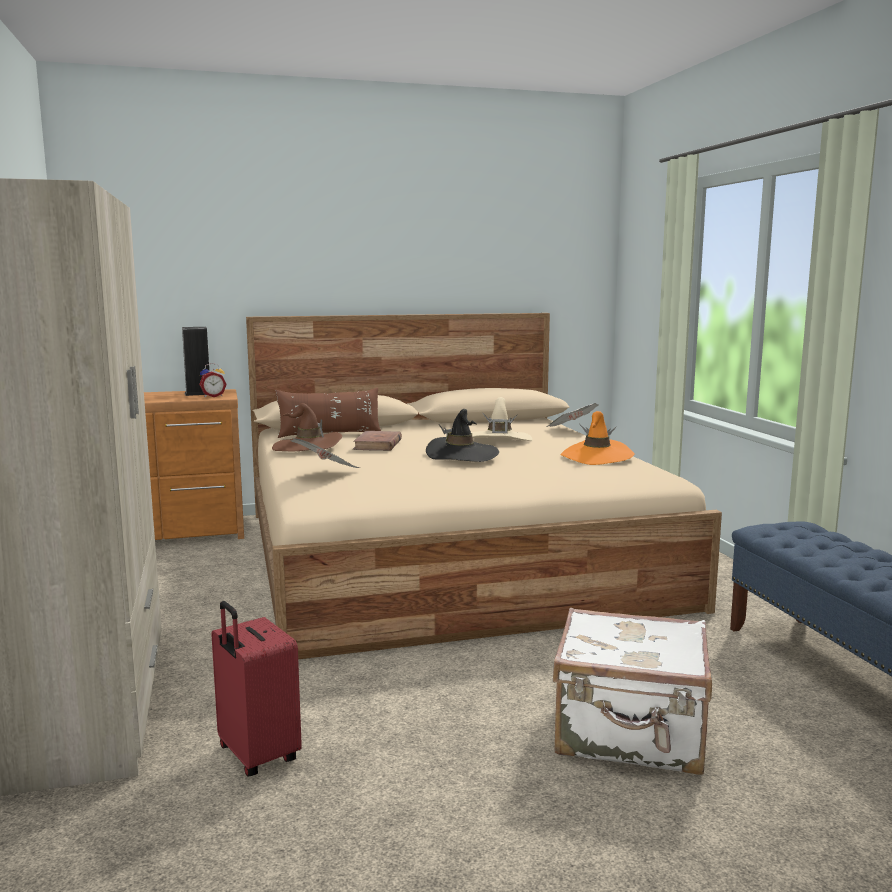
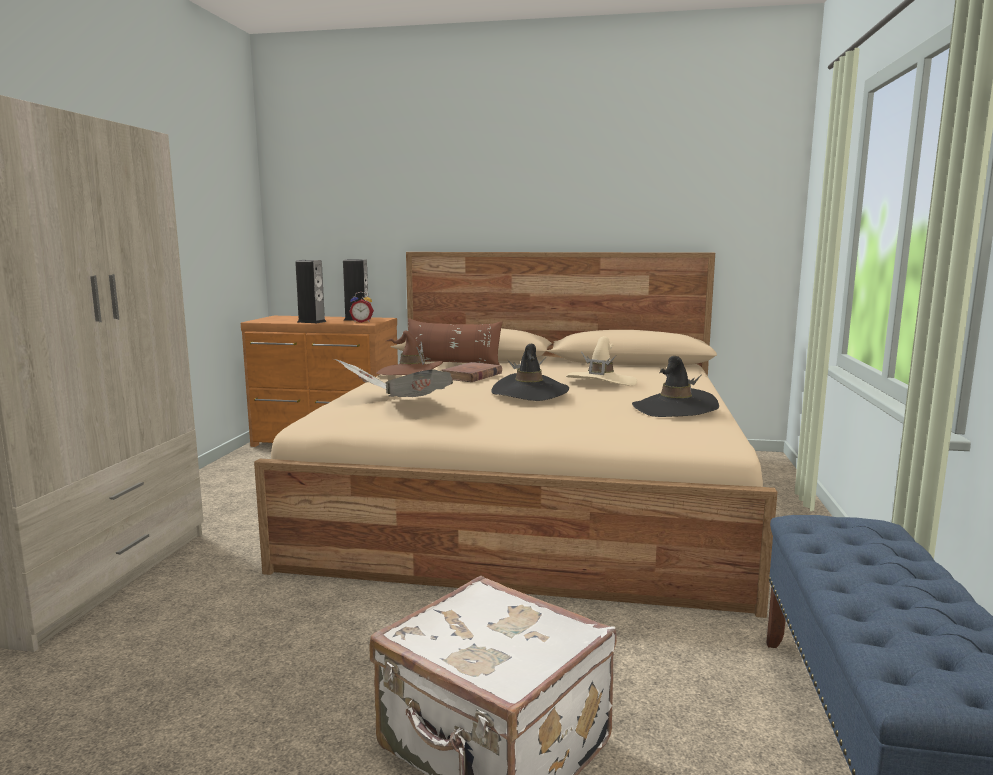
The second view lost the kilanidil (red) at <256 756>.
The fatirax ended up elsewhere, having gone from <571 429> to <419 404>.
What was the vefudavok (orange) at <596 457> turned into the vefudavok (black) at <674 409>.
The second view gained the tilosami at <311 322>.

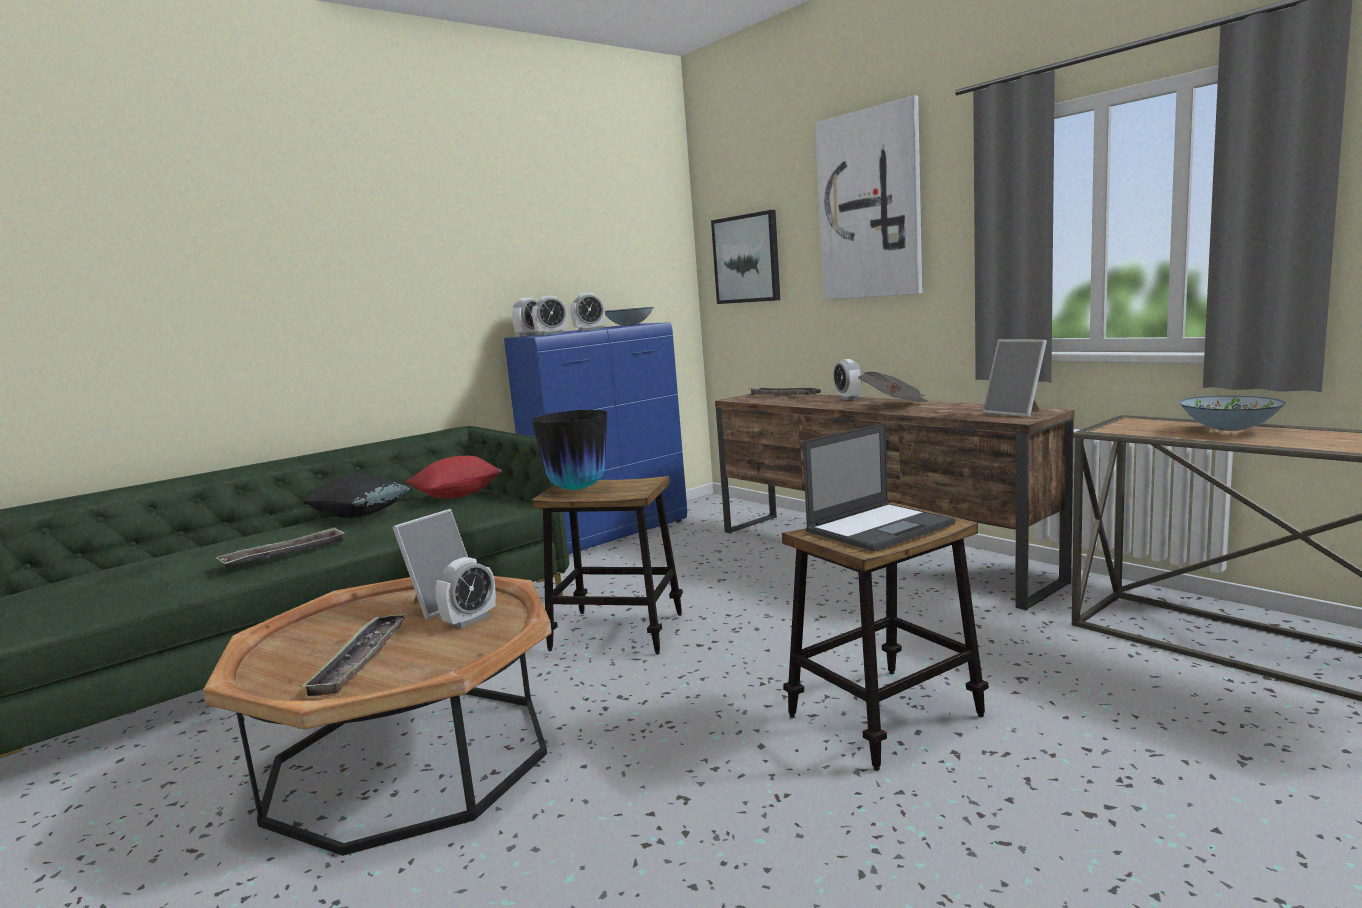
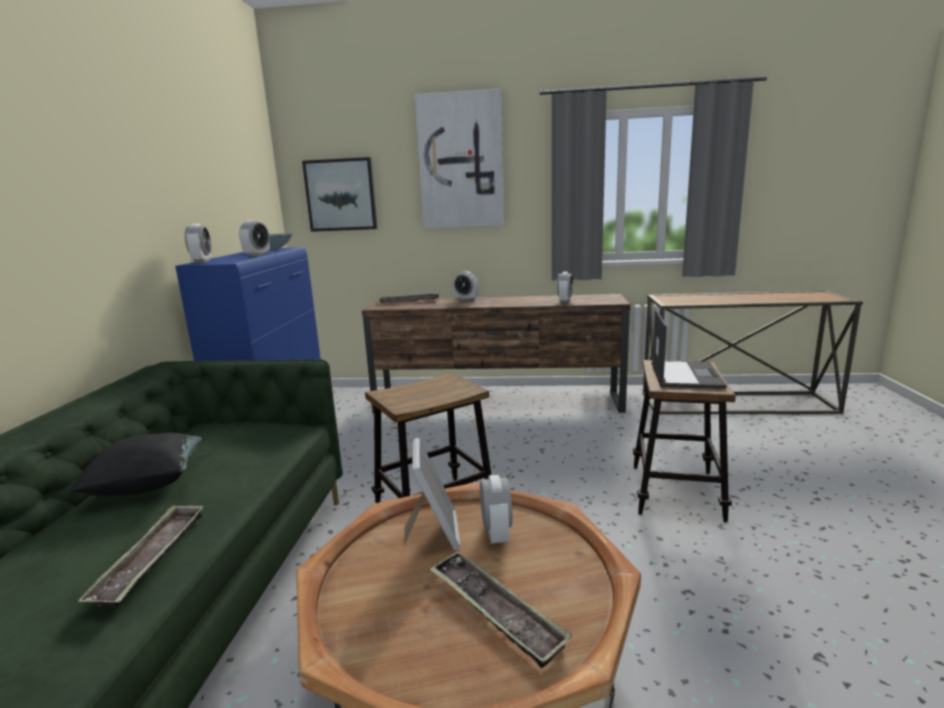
The second view lost the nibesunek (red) at <457 495>.
The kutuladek ended up elsewhere, having gone from <551 334> to <564 301>.
The second view lost the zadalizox at <577 489>.
The second view lost the fatirax at <895 406>.
The second view lost the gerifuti at <1016 412>.
The second view lost the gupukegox at <1229 428>.

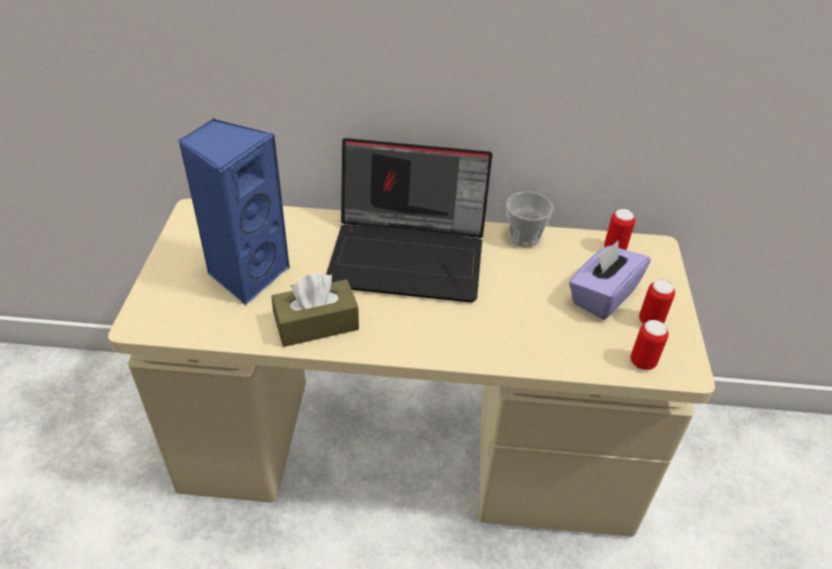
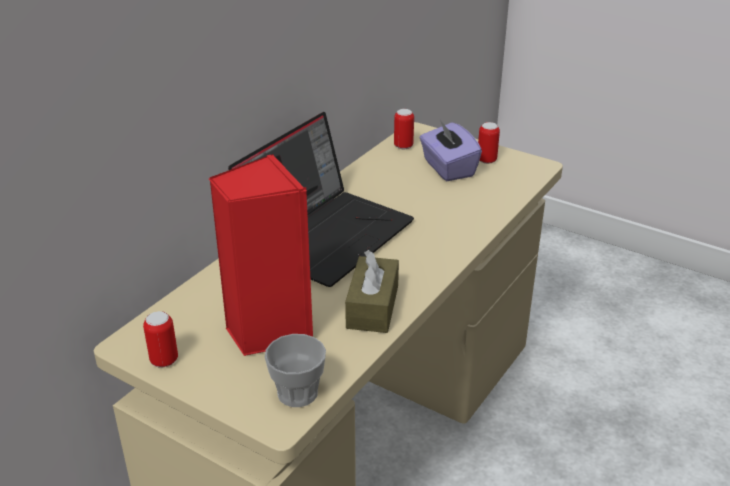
What was the tilosami (blue) at <246 274> turned into the tilosami (red) at <267 331>.
The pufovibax ended up elsewhere, having gone from <524 237> to <297 393>.
The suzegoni ended up elsewhere, having gone from <642 362> to <164 360>.

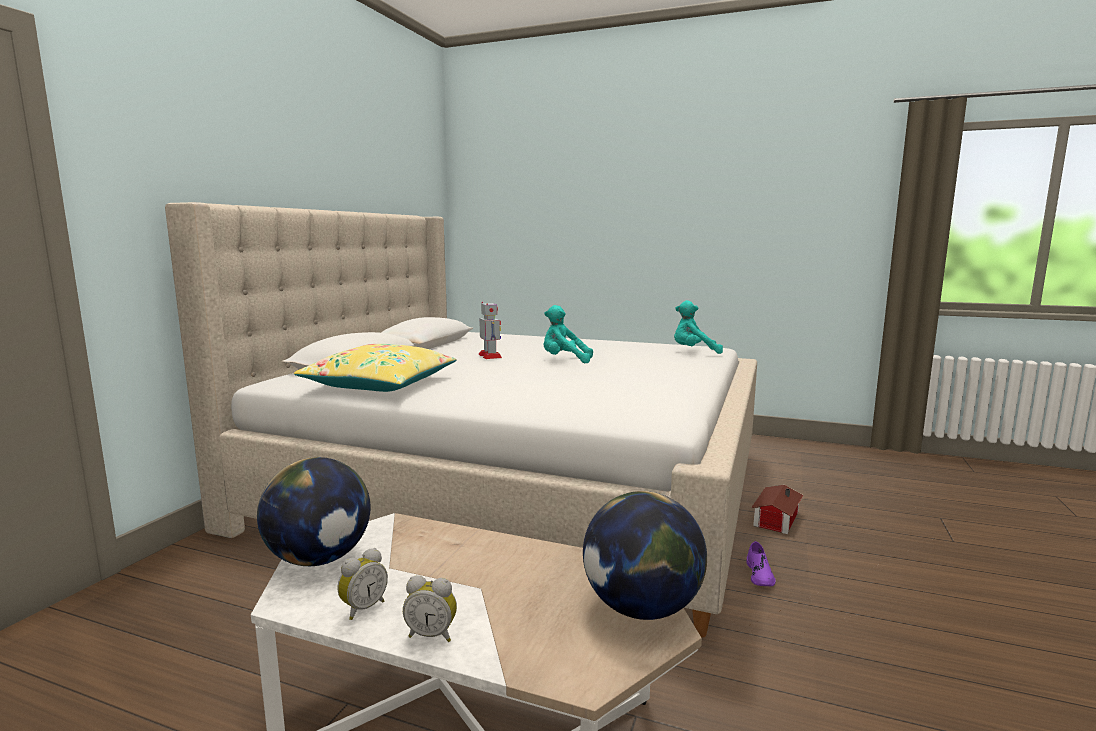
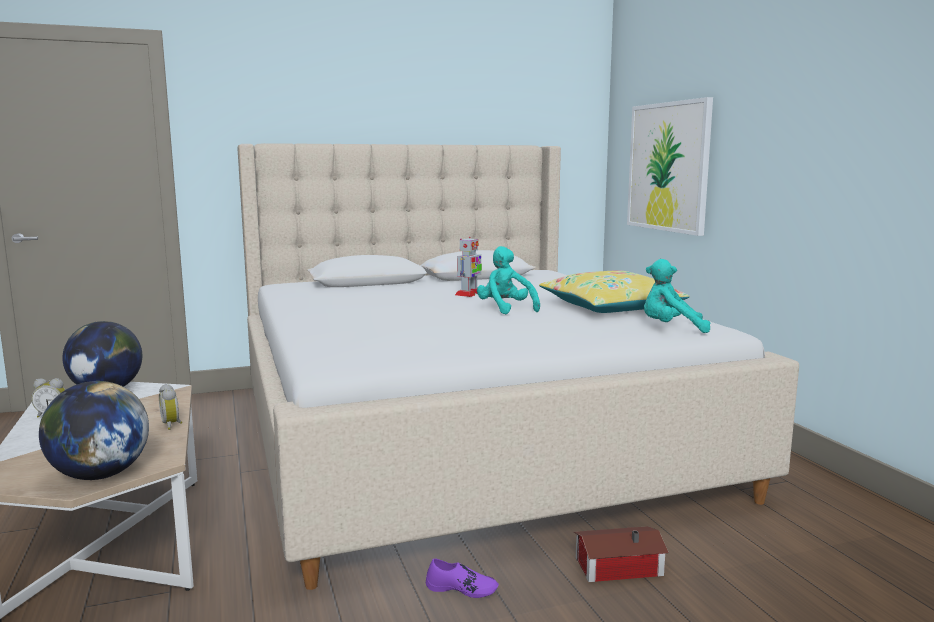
The nibesunek (yellow) ended up elsewhere, having gone from <381 384> to <611 307>.
The kutuladek ended up elsewhere, having gone from <432 634> to <172 425>.
The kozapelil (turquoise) at <694 352> ended up facing another way, 45 degrees counterclockwise from before.
The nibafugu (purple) at <759 575> ended up facing another way, 135 degrees counterclockwise from before.
The second view gained the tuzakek at <668 167>.

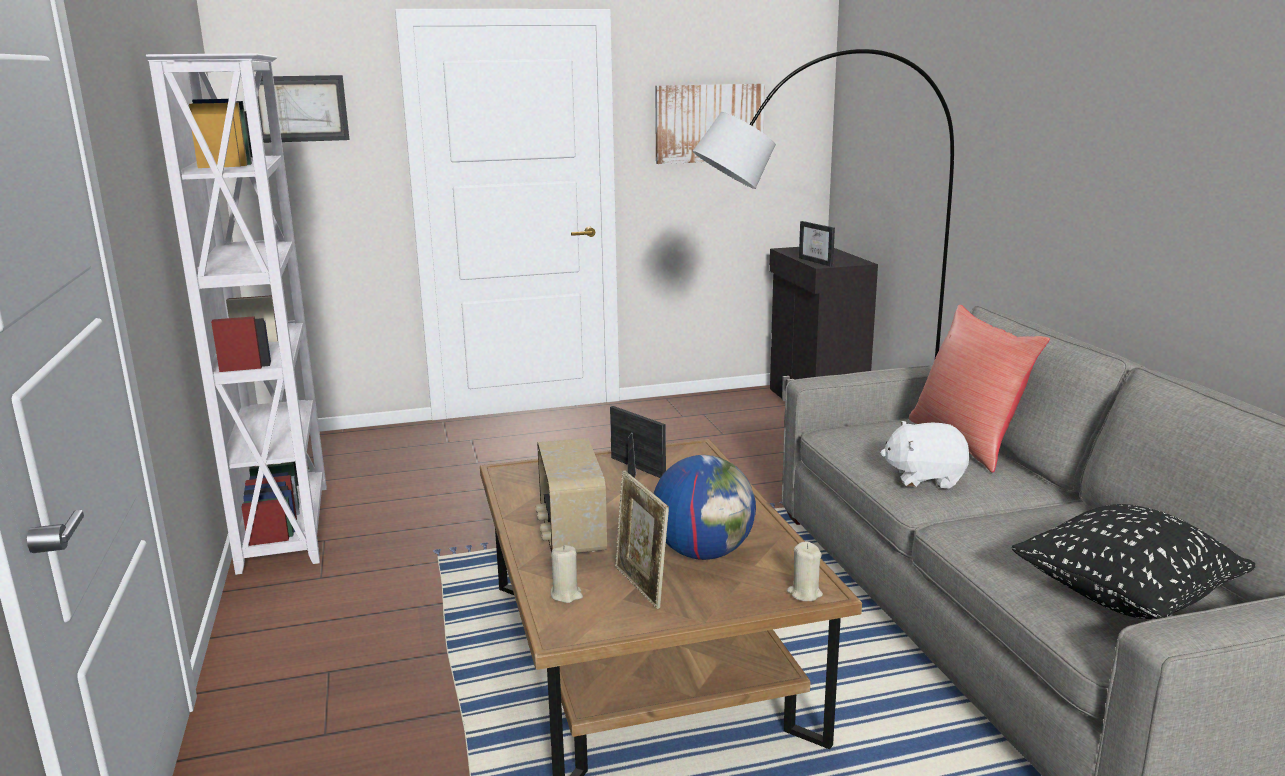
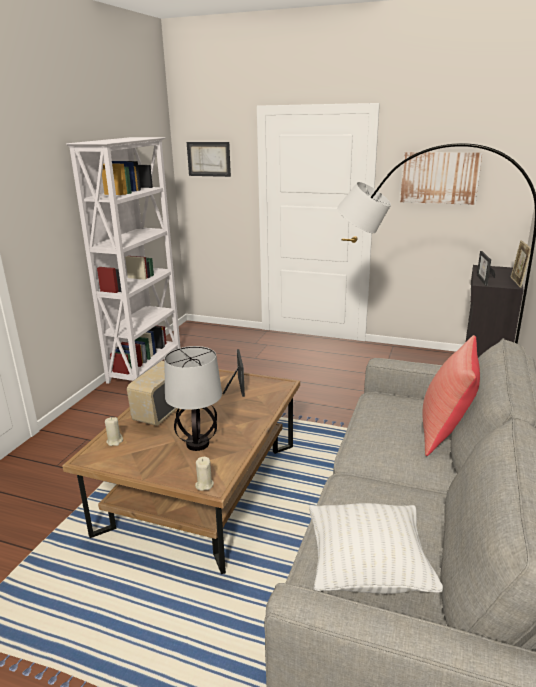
The gerifuti ended up elsewhere, having gone from <641 587> to <517 282>.
Where the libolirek stood at <703 553>, the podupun came to stand at <197 444>.
The second view lost the kozapelil (white) at <924 478>.
What was the nibesunek (black) at <1124 598> turned into the nibesunek (white) at <367 569>.

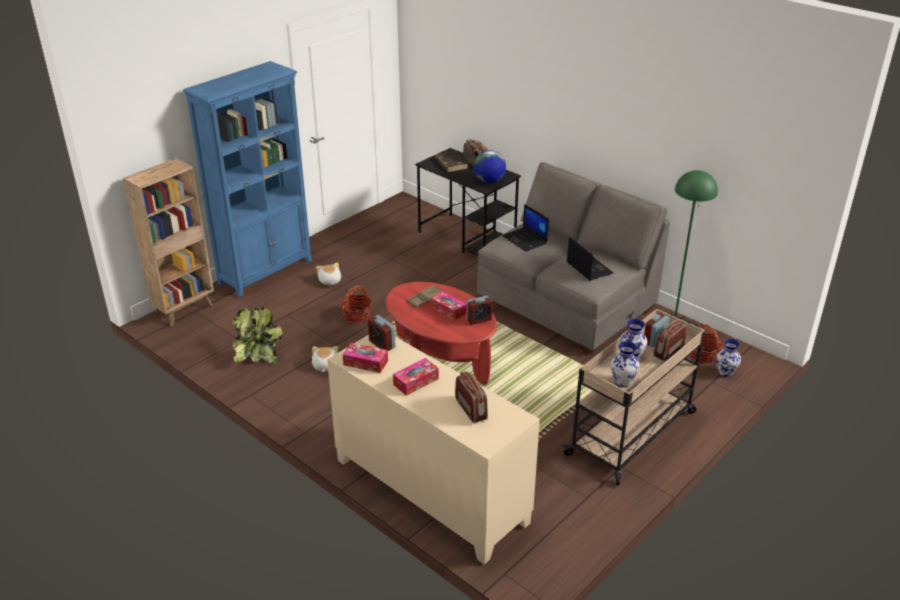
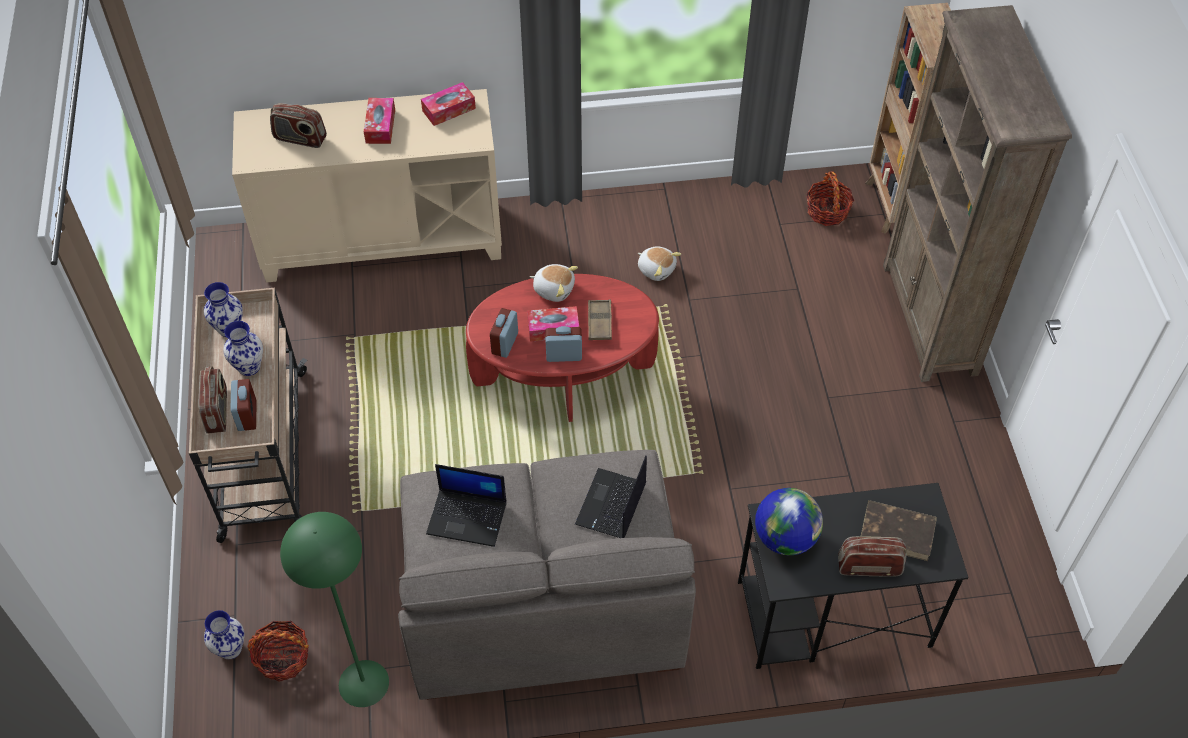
What was the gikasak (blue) at <266 271> turned into the gikasak (brown) at <929 320>.
The second view lost the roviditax at <257 353>.
The kozapelil ended up elsewhere, having gone from <329 281> to <554 289>.
The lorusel ended up elsewhere, having gone from <357 315> to <827 211>.
The kutuladek ended up elsewhere, having gone from <382 344> to <564 355>.
The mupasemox at <525 240> ended up facing another way, 75 degrees counterclockwise from before.

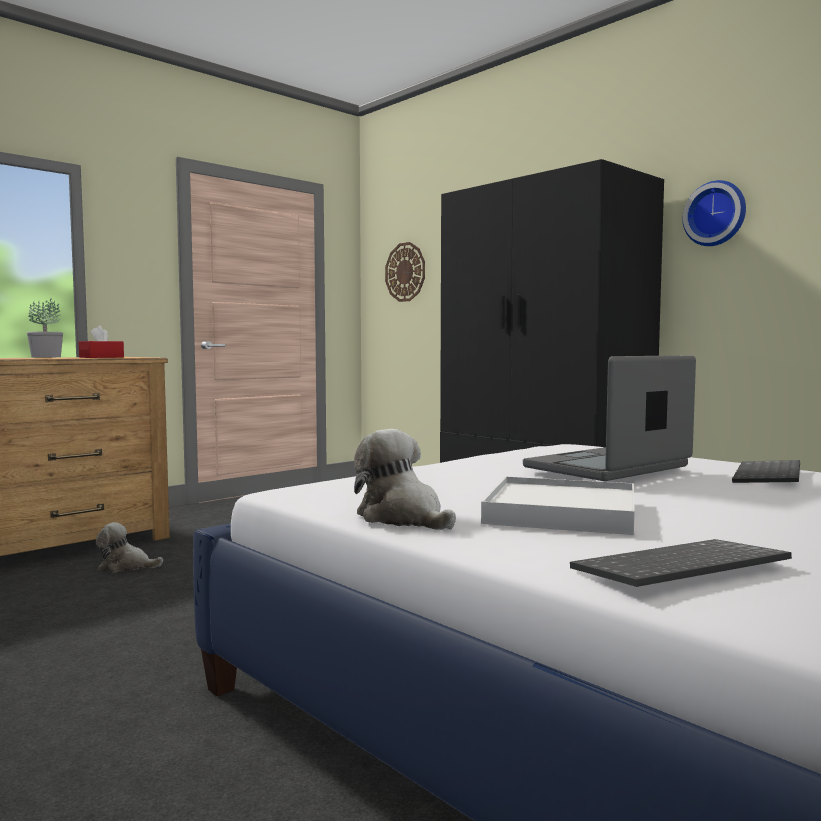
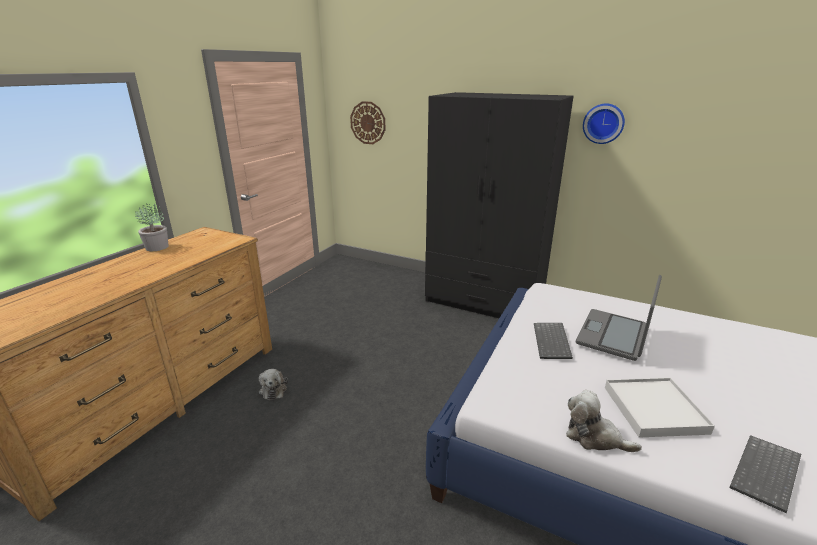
The second view lost the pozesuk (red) at <101 357>.
The kozapelil at <126 566> ended up facing another way, 90 degrees counterclockwise from before.
The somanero ended up elsewhere, having gone from <770 476> to <552 342>.

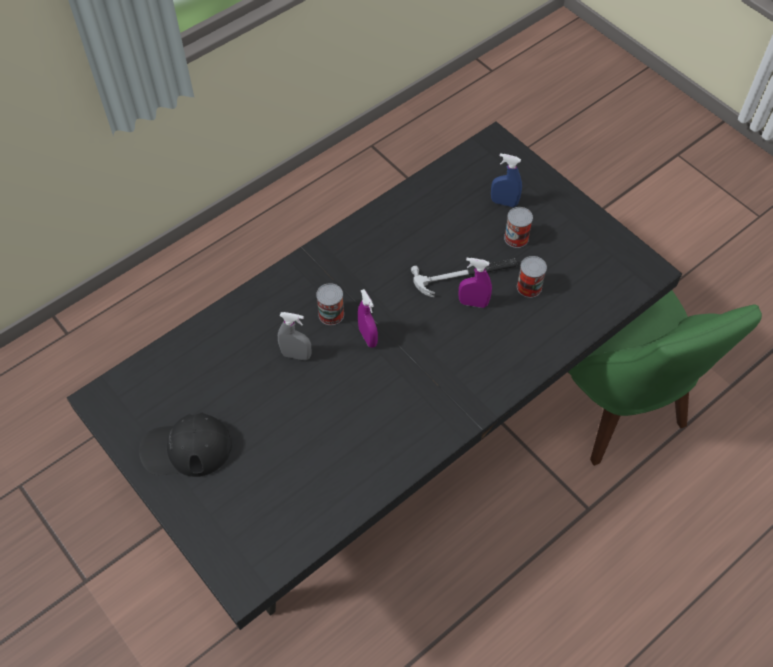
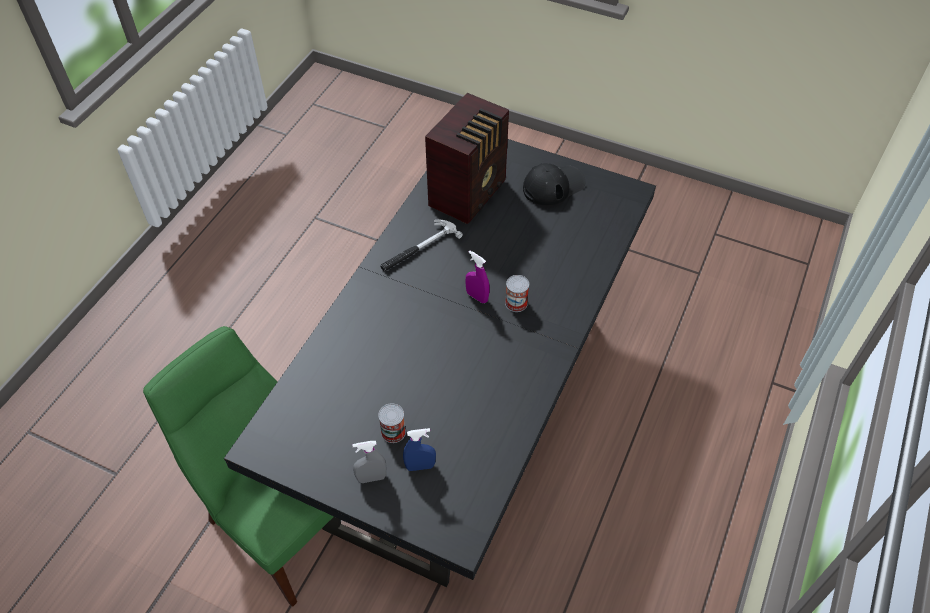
The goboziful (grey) ended up elsewhere, having gone from <296 355> to <371 478>.
The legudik ended up elsewhere, having gone from <465 275> to <418 248>.
The second view lost the goboziful (purple) at <473 303>.
The second view lost the suzegoni at <529 287>.
The second view gained the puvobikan at <469 193>.

